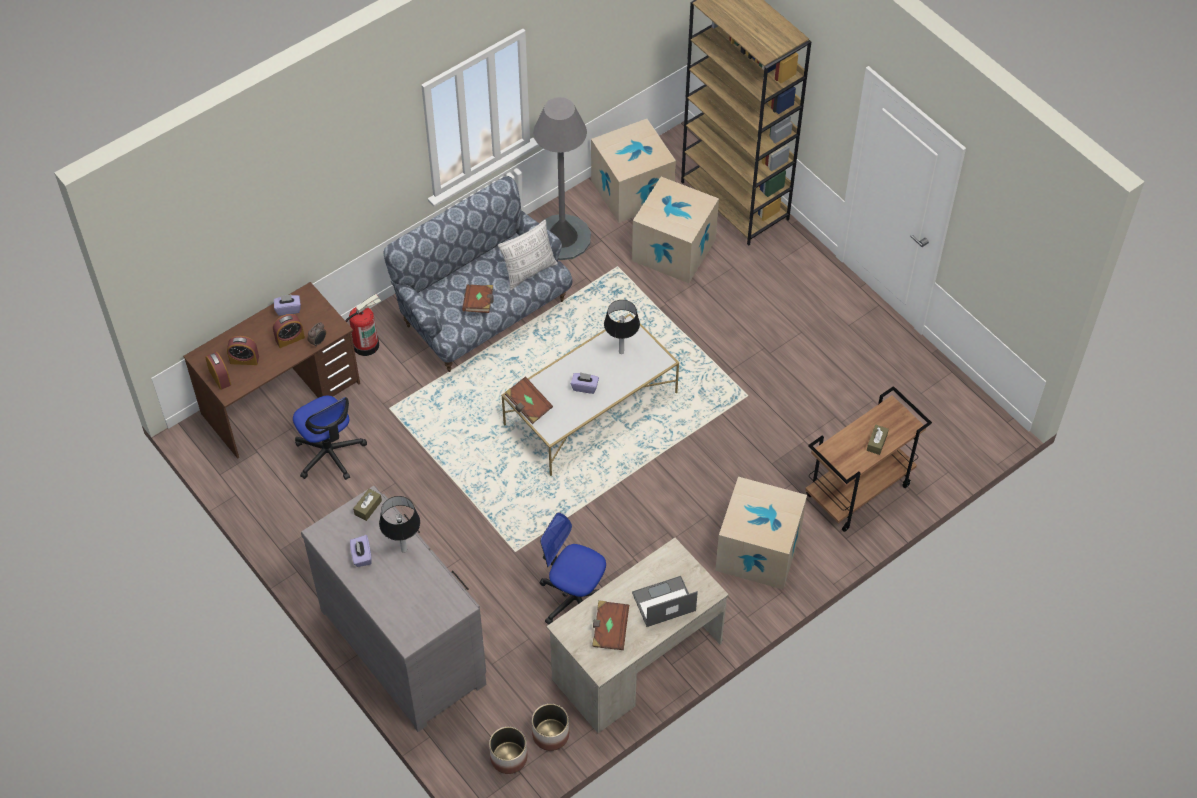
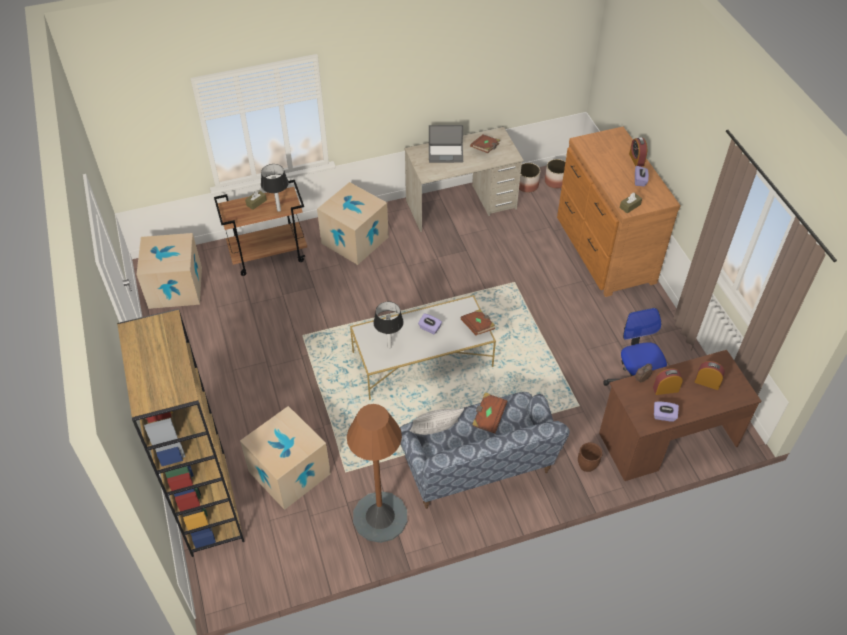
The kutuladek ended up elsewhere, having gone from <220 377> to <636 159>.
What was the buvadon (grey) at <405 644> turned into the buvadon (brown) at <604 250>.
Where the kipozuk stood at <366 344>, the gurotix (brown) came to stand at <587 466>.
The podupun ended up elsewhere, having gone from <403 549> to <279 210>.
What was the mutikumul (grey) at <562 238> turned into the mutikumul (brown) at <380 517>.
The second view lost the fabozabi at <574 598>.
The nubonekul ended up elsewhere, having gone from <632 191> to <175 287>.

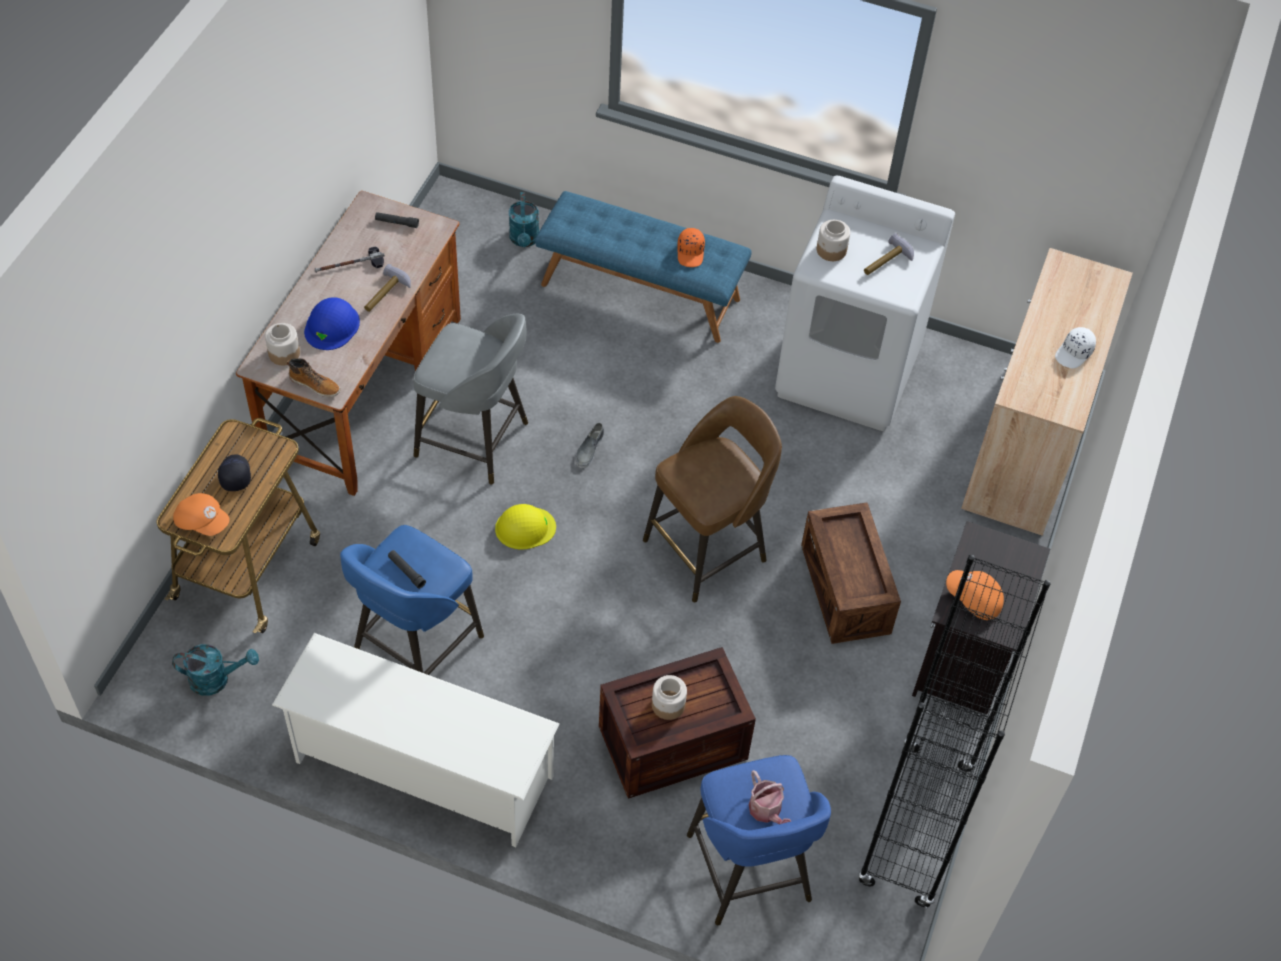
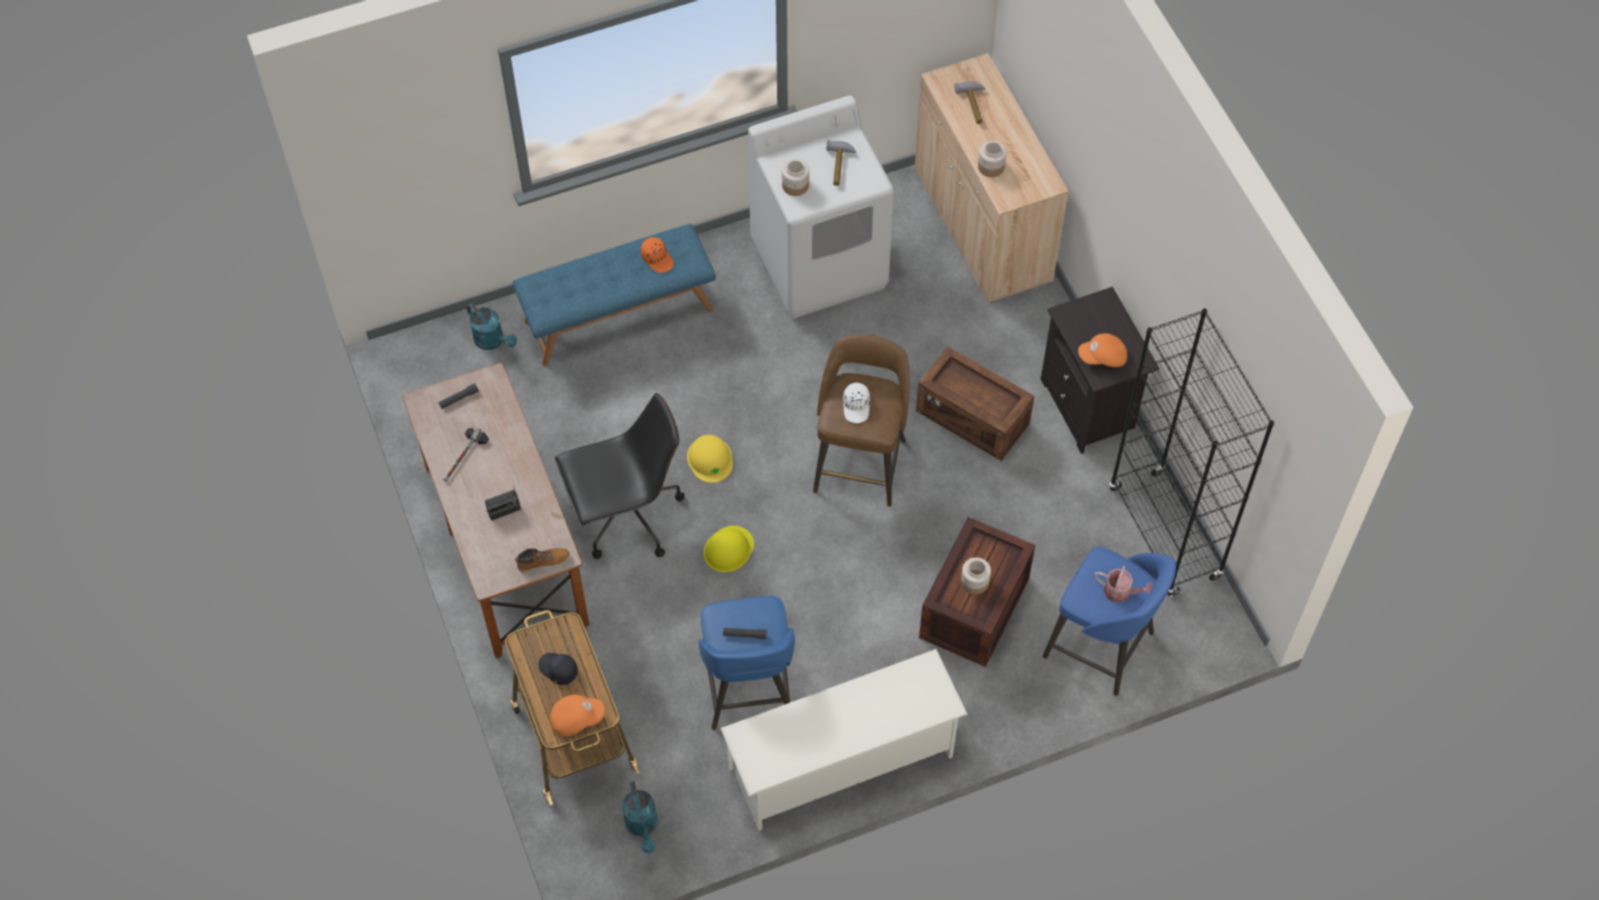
The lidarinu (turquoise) at <217 679> ended up facing another way, 120 degrees clockwise from before.
The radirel ended up elsewhere, having gone from <284 353> to <990 166>.
Where the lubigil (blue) stood at <332 325>, the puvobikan came to stand at <504 510>.
The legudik ended up elsewhere, having gone from <387 294> to <974 105>.
Where the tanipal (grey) stood at <475 441>, the fabozabi (black) came to stand at <626 517>.
Where the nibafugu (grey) stood at <589 449>, the lubigil (yellow) came to stand at <710 459>.
The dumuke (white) ended up elsewhere, having gone from <1074 353> to <857 406>.

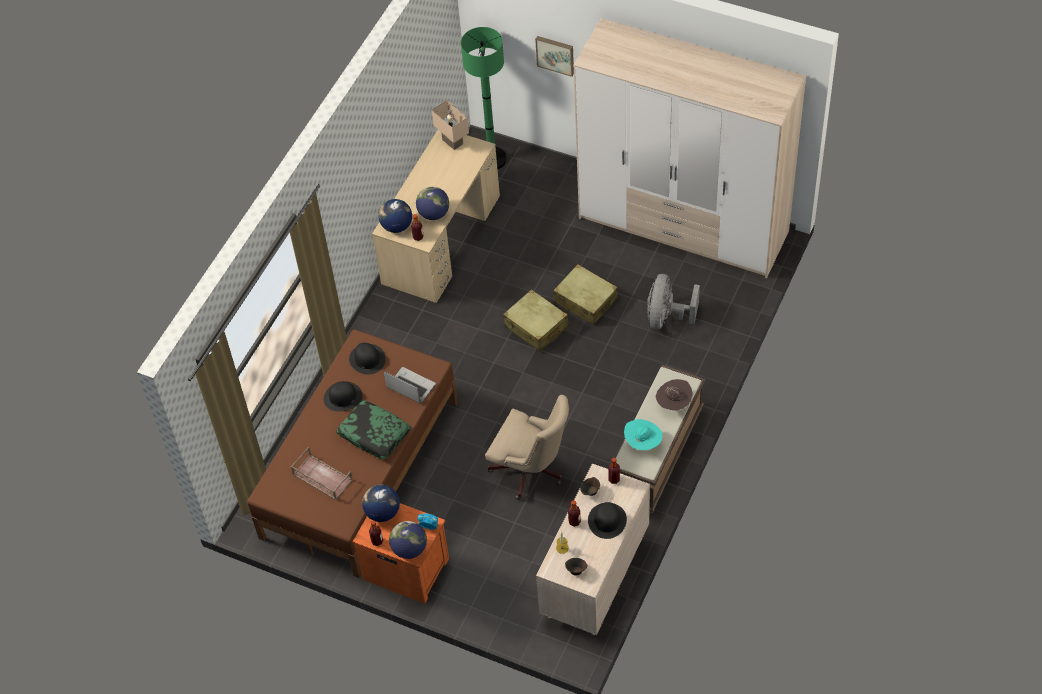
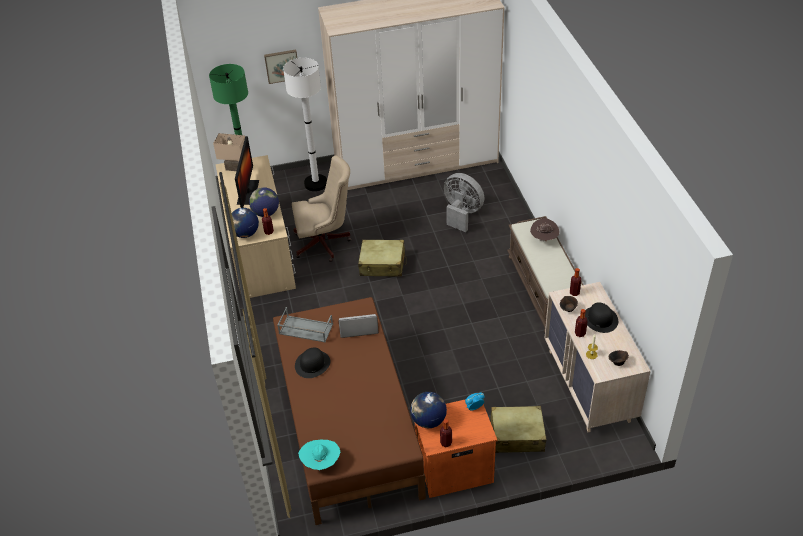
The second view lost the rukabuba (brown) at <321 477>.
The second view lost the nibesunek at <374 434>.
Where the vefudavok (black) stood at <367 359>, the rukabuba (grey) came to stand at <305 329>.
The second view lost the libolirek at <409 549>.
The fabozabi (beige) ended up elsewhere, having gone from <531 471> to <325 243>.
The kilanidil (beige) ended up elsewhere, having gone from <585 300> to <516 435>.
The vefudavok (turquoise) ended up elsewhere, having gone from <643 442> to <321 462>.
The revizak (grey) at <666 317> ended up facing another way, 150 degrees clockwise from before.
The second view gained the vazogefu at <248 192>.
The second view gained the mutikumul (white) at <316 183>.

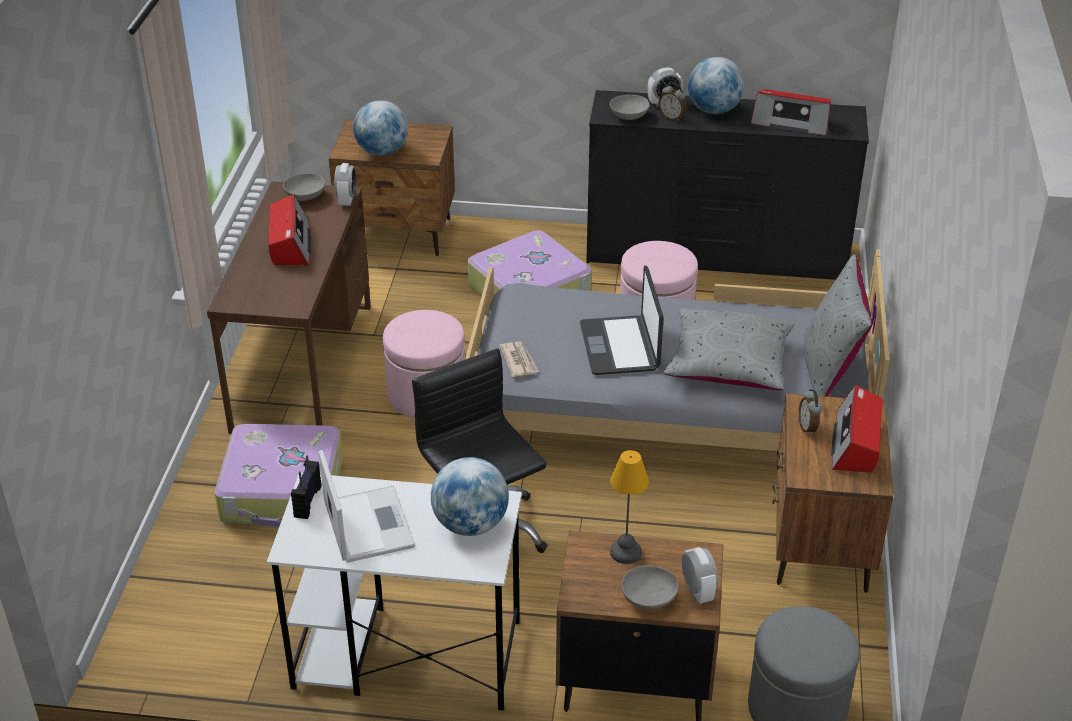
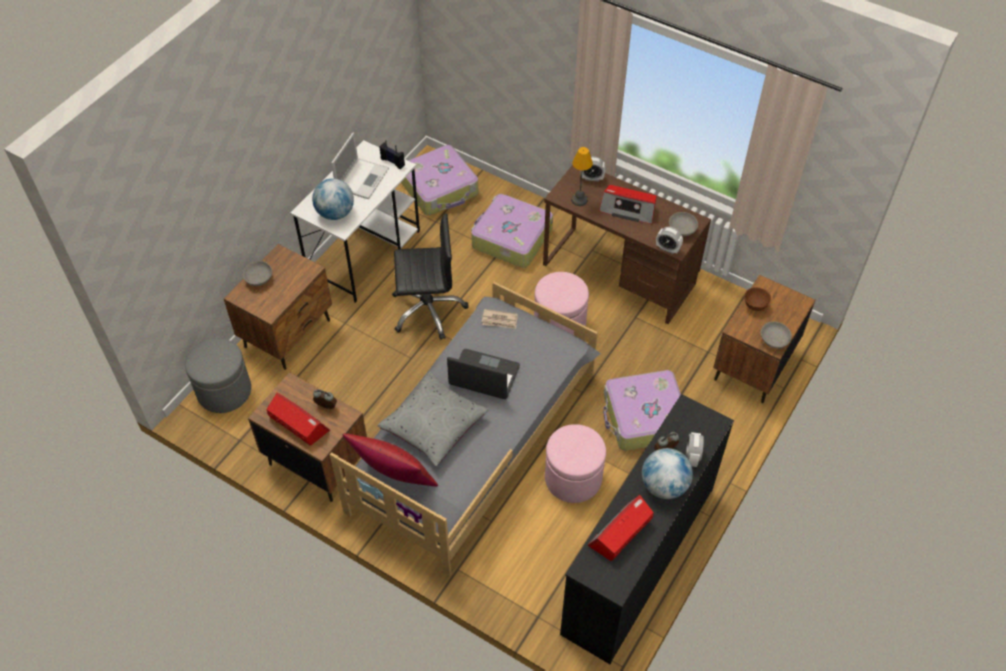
The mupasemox at <367 524> ended up facing another way, 75 degrees counterclockwise from before.
Where the libolirek stood at <382 152>, the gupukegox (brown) came to stand at <755 305>.
The gupukegox (grey) ended up elsewhere, having gone from <628 116> to <774 340>.
The podupun ended up elsewhere, having gone from <626 552> to <579 200>.
The kutuladek ended up elsewhere, having gone from <697 591> to <592 178>.
What was the nibesunek (grey) at <830 370> turned into the nibesunek (red) at <394 479>.
The second view gained the kilanidil at <440 188>.

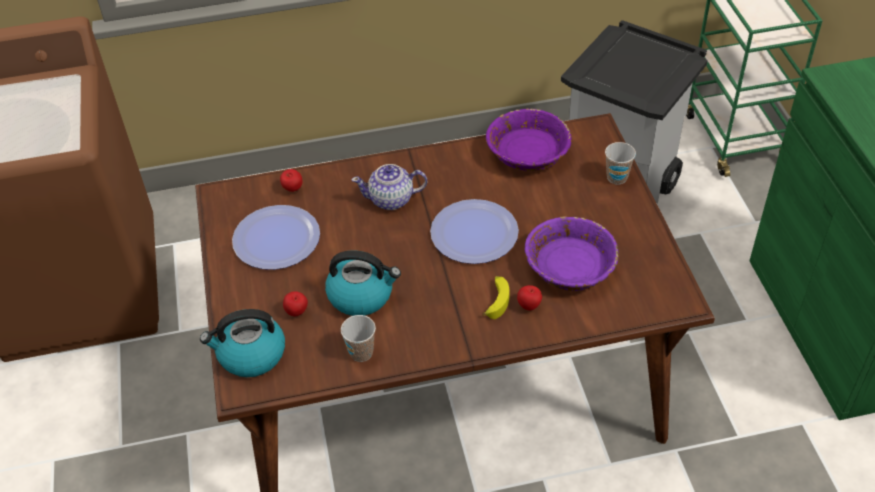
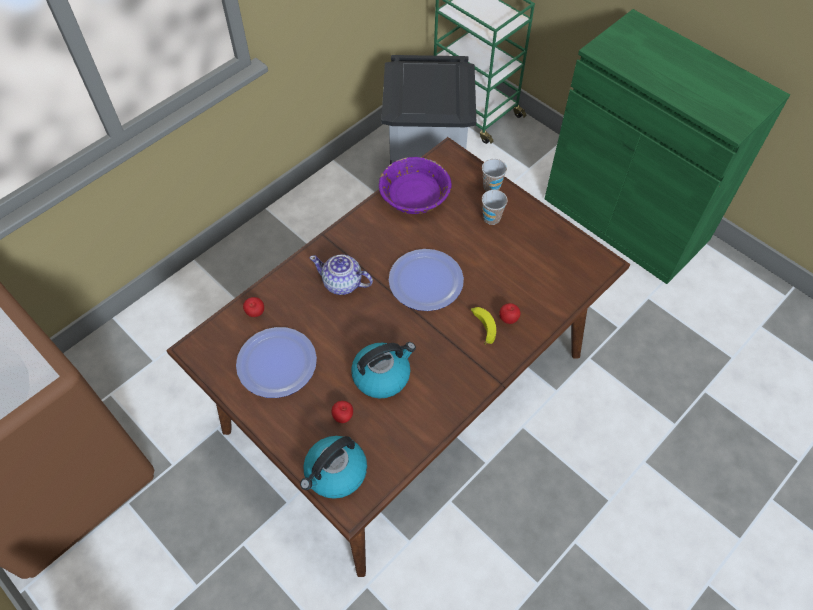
The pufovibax ended up elsewhere, having gone from <361 352> to <491 218>.
The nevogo at <392 199> ended up facing another way, 60 degrees clockwise from before.
The second view lost the gupukegox (purple) at <570 266>.

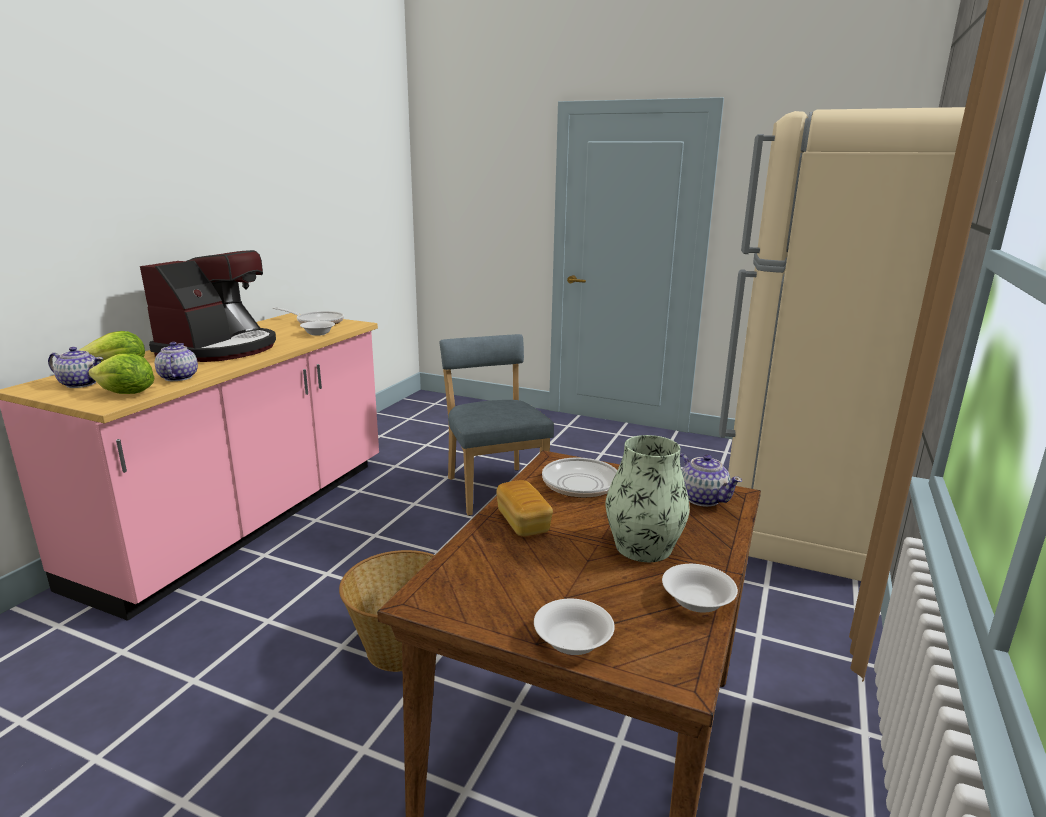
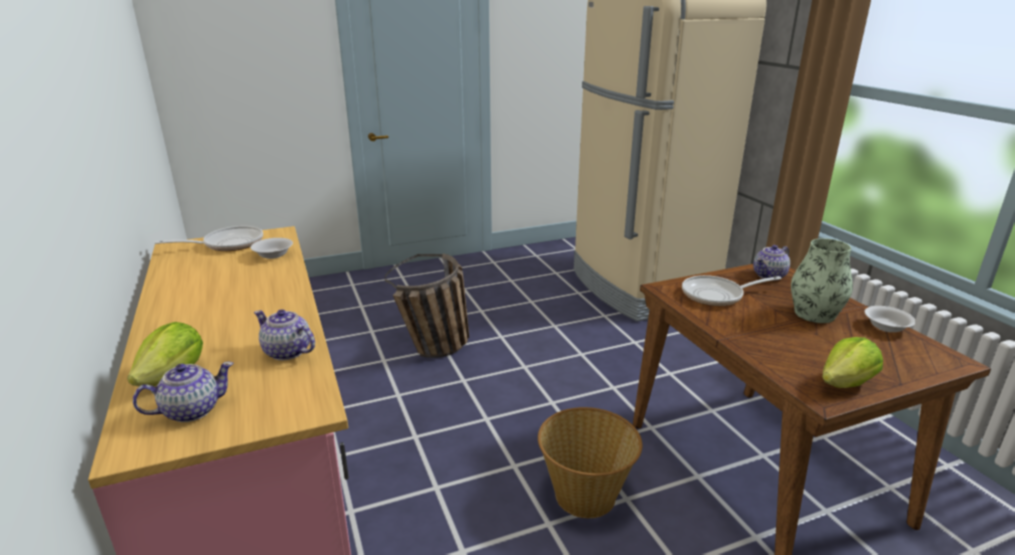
The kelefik ended up elsewhere, having gone from <126 394> to <846 383>.
The second view lost the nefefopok at <220 349>.
Where the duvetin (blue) stood at <494 488>, the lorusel came to stand at <437 351>.
The second view lost the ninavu at <523 522>.
The second view lost the gupukegox (white) at <571 641>.
The nevogo at <702 498> ended up facing another way, 135 degrees clockwise from before.

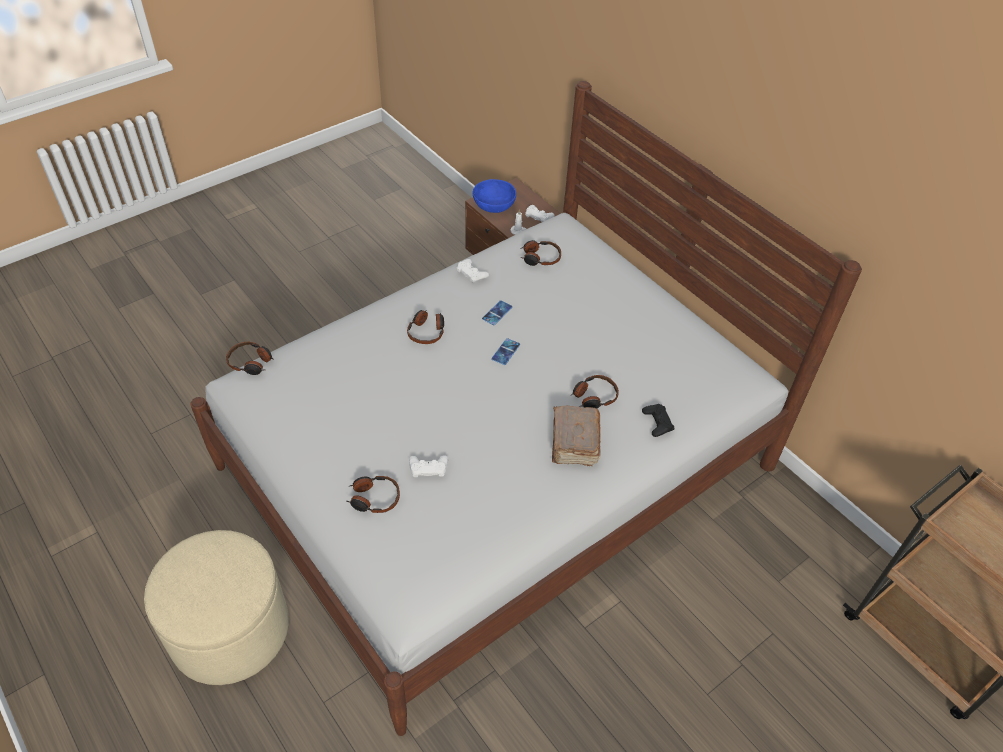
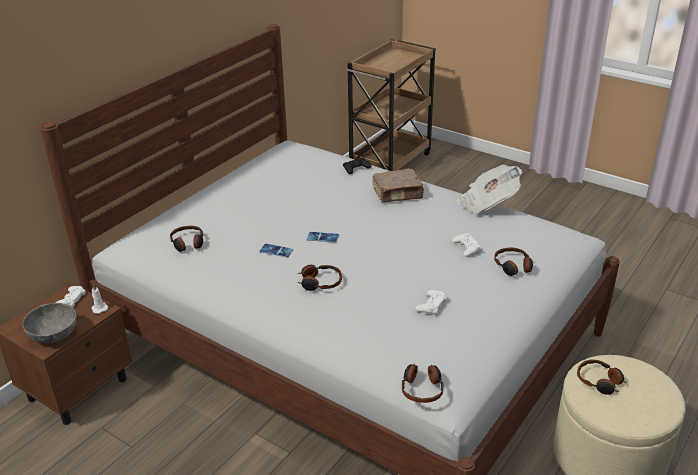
The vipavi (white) ended up elsewhere, having gone from <472 273> to <431 305>.
What was the gupukegox (blue) at <493 206> turned into the gupukegox (grey) at <54 335>.
The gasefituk ended up elsewhere, having gone from <594 397> to <599 382>.
The second view gained the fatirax at <487 203>.

